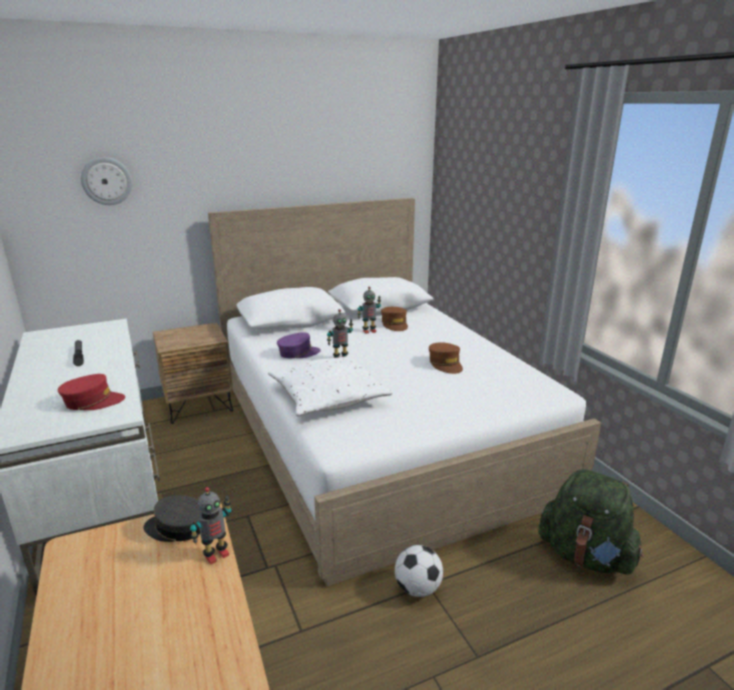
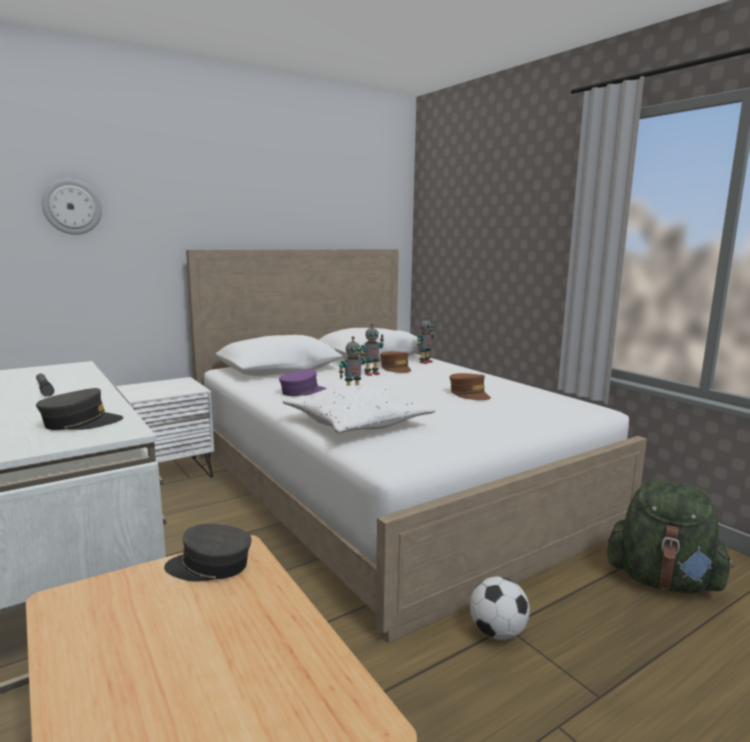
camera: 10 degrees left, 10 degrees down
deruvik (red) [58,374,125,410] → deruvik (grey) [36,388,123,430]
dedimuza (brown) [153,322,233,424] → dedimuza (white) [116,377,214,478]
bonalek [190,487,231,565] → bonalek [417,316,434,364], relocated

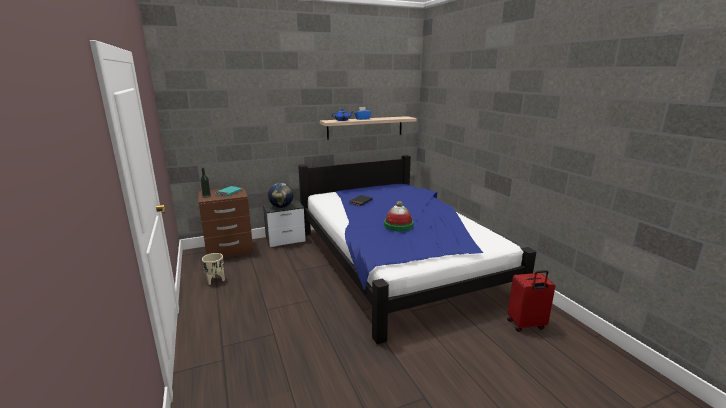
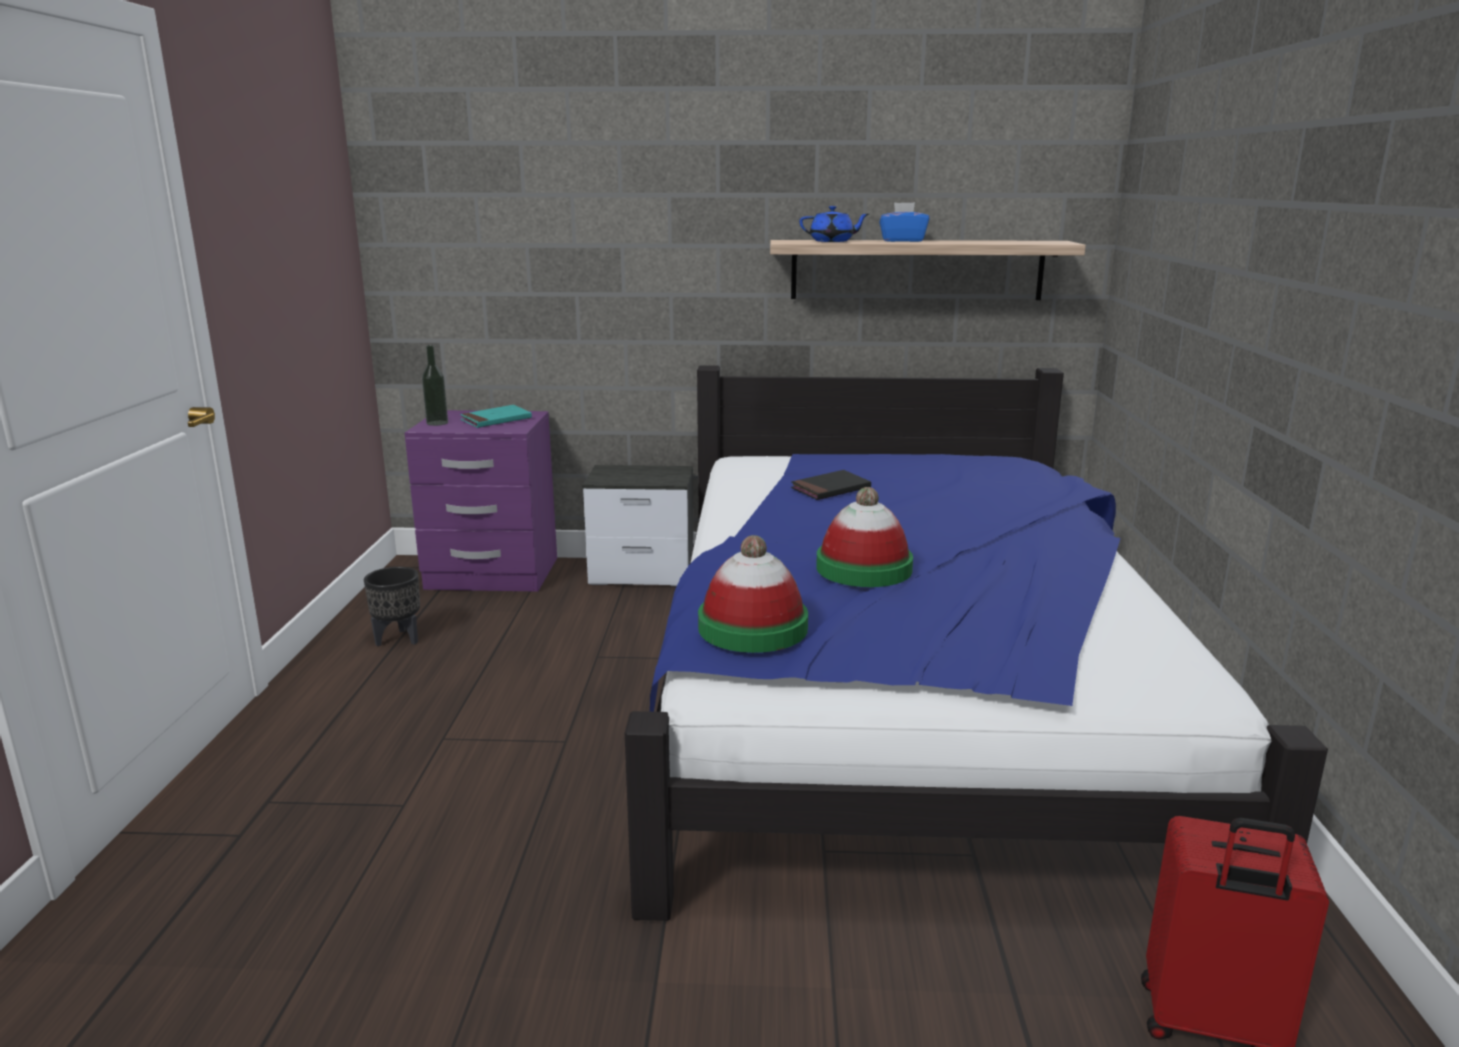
camera: 25 degrees right, 0 degrees up
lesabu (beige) [202,253,225,285] → lesabu (black) [364,567,420,646]
dedimuza (brown) [198,187,253,258] → dedimuza (purple) [405,410,557,592]
- → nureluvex [698,535,808,653]
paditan [268,183,293,208] → -

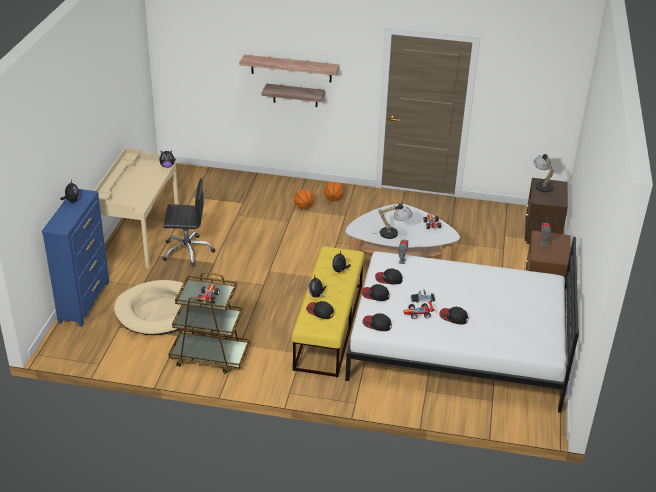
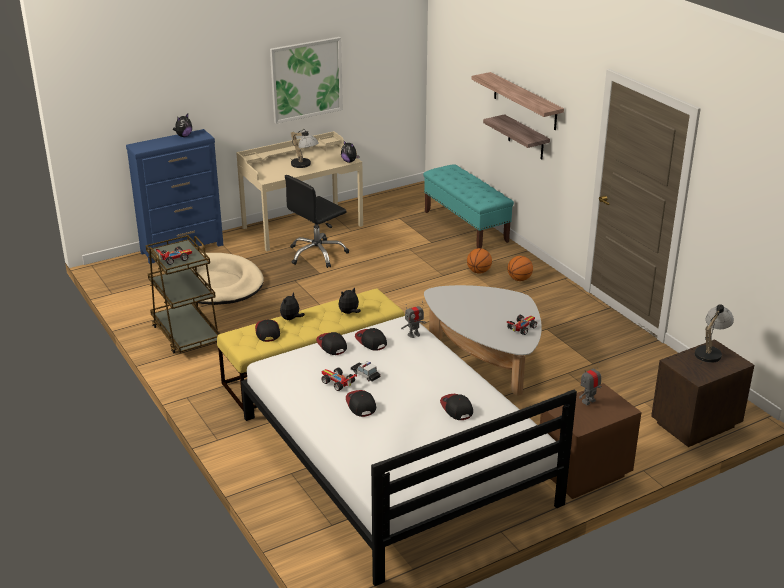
camera: 50 degrees right, 5 degrees down
- → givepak [270,37,343,124]
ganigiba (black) [162,178,215,267] → ganigiba (black) [285,175,349,268], 90 degrees clockwise
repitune [373,203,412,239] → repitune [291,129,319,168], relocated
- → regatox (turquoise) [423,165,514,249]
deruvik [362,313,392,331] → deruvik [440,394,473,420], relocated

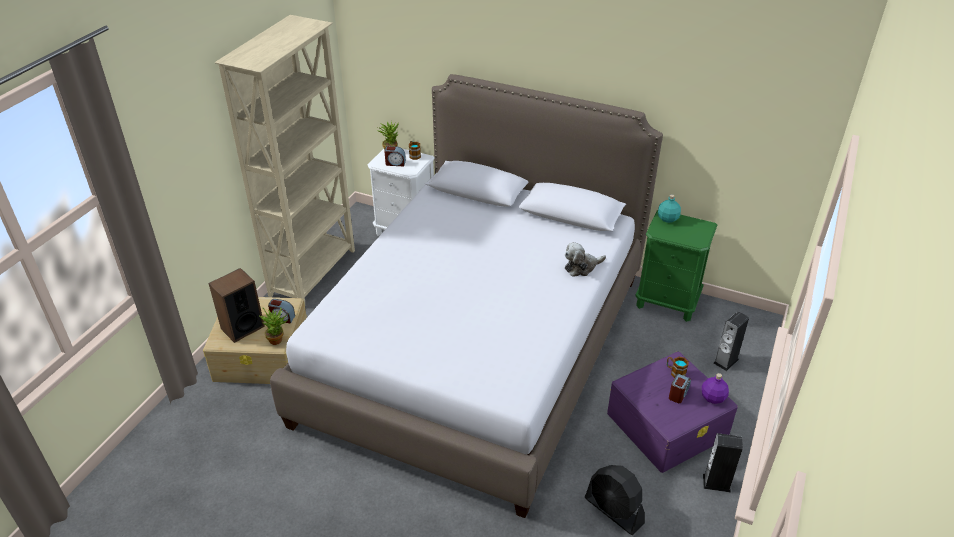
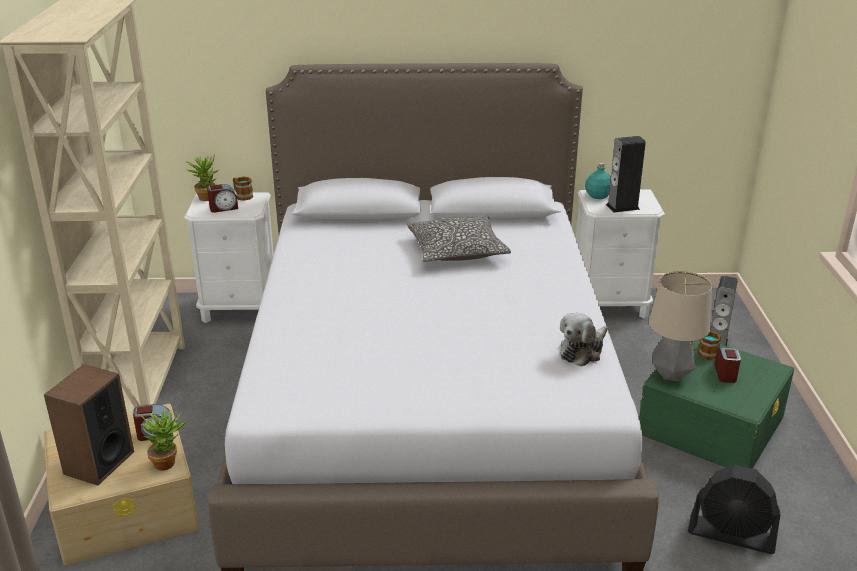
camera: 25 degrees left, 10 degrees down
- → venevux [407,216,511,262]
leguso [565,242,606,277] → leguso [560,313,608,367], relocated
dedimuza (green) [635,210,717,322] → dedimuza (white) [576,190,665,319]
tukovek [703,433,743,493] → tukovek [606,136,646,213], relocated
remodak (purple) [607,351,738,473] → remodak (green) [639,340,794,468]
- → repitune [649,271,712,382]
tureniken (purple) [702,373,729,404] → -

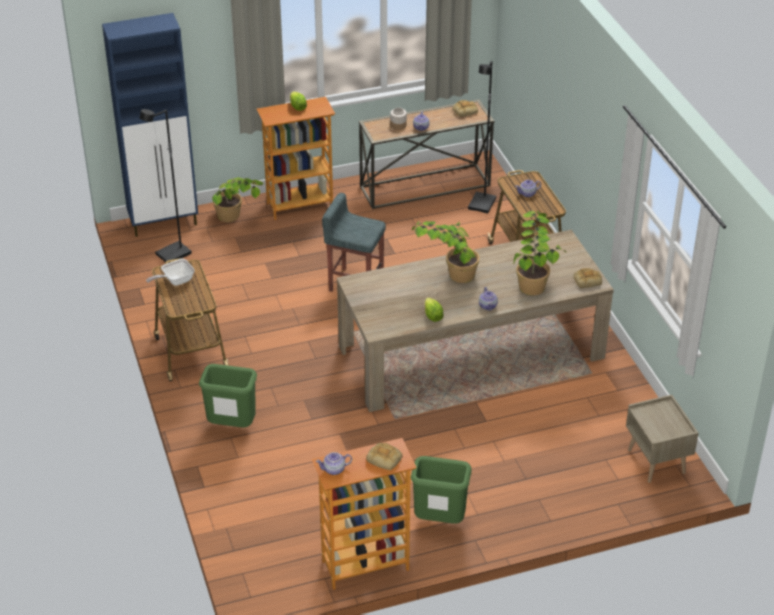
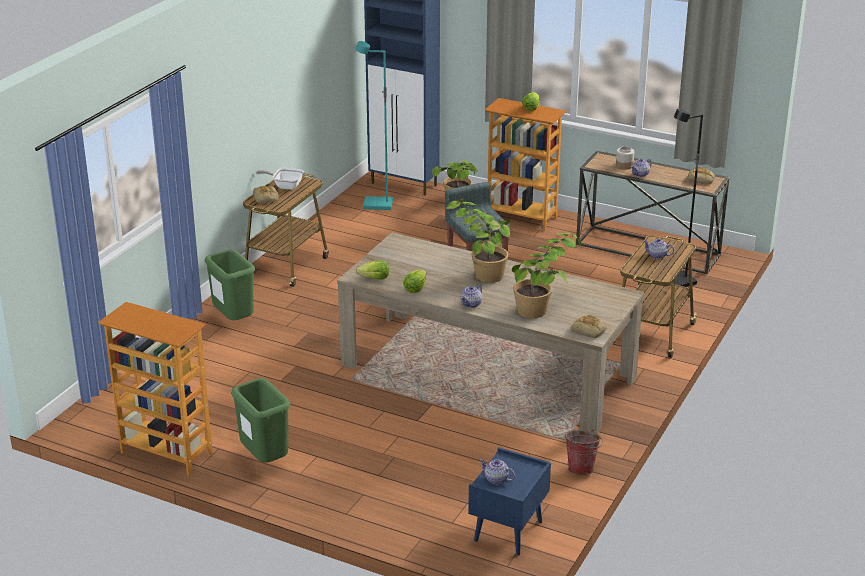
camera: 45 degrees right, 10 degrees down
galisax [366,443,403,470] → galisax [253,186,279,203], relocated
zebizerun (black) [140,109,192,263] → zebizerun (turquoise) [356,41,393,210]
- → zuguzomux [356,261,389,280]
dedimuza (beige) [626,395,699,483] → dedimuza (blue) [468,447,551,555]
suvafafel [316,452,352,475] → suvafafel [479,459,515,484], relocated
- → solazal [565,429,603,475]

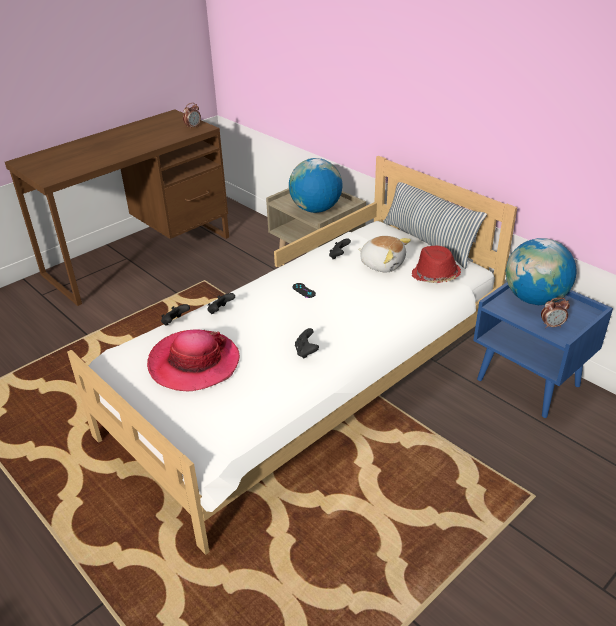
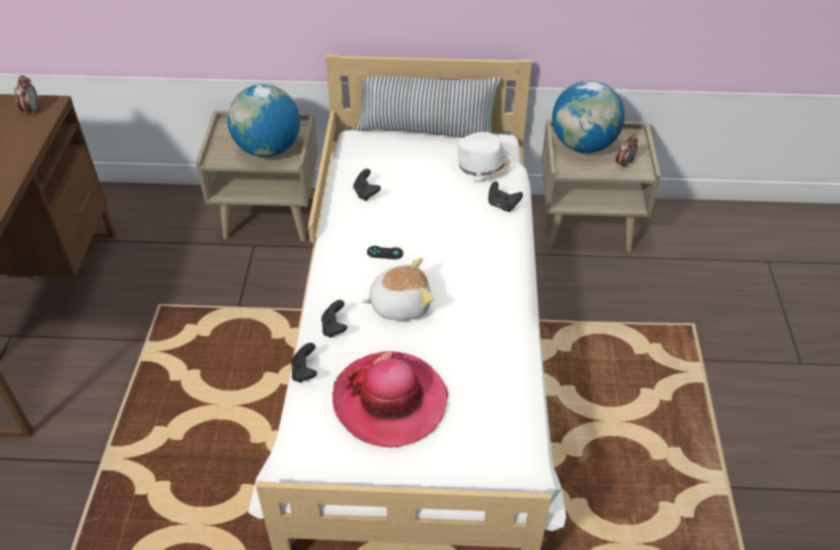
camera: 45 degrees left, 10 degrees up
leguso [358,236,411,272] → leguso [361,258,434,321], relocated
nureluvex (red) [412,246,461,283] → nureluvex (white) [451,132,512,180]
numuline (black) [295,328,319,359] → numuline (black) [488,181,523,212], relocated
dedimuza (blue) [473,282,613,418] → dedimuza (beige) [541,120,661,252]

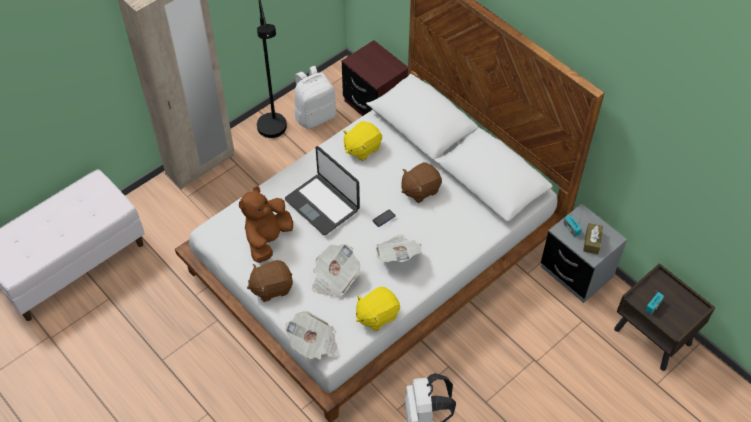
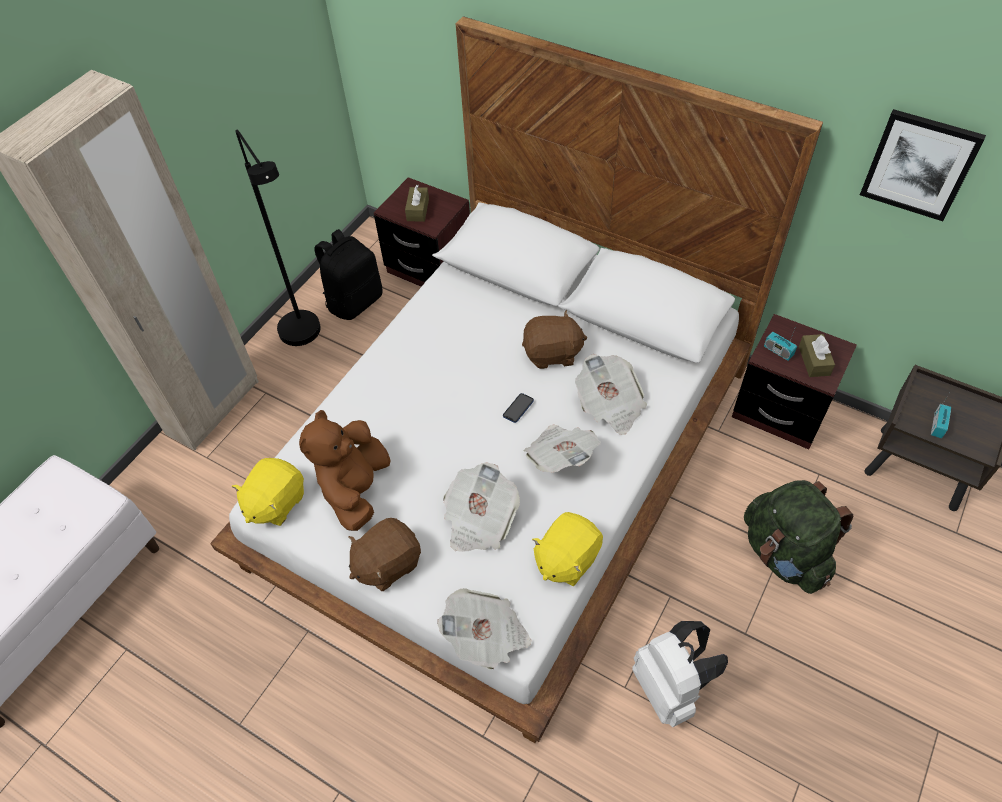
camera: 15 degrees left, 0 degrees up
leguso (yellow) [343,121,382,161] → leguso (yellow) [232,458,304,526], relocated
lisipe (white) [294,66,336,129] → lisipe (black) [314,229,382,320]
- → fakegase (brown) [405,185,429,222]
leguso (brown) [401,162,442,203] → leguso (brown) [522,310,588,369], 135 degrees counterclockwise
- → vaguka [575,354,647,435]
dedimuza (grey) [541,204,627,303] → dedimuza (brown) [732,314,857,449]
- → lisipe (green) [744,480,853,594]
- → givepak [860,109,986,221]
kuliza [285,146,360,235] → -

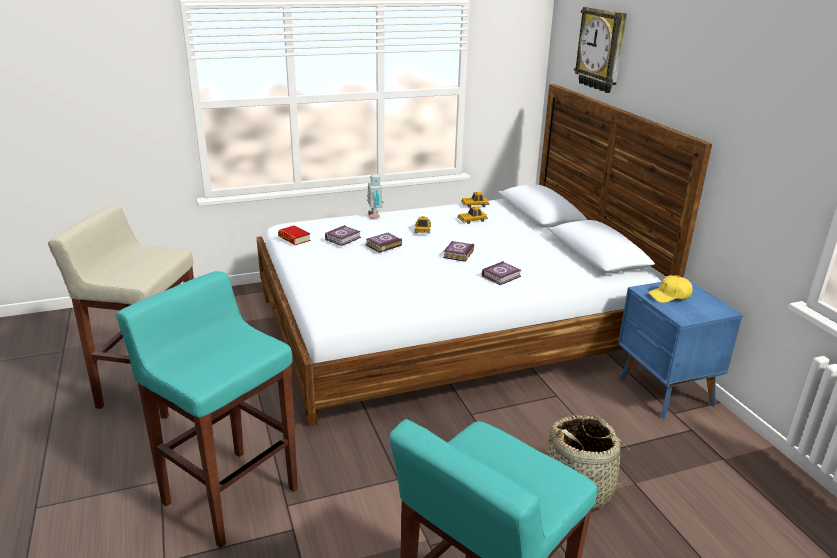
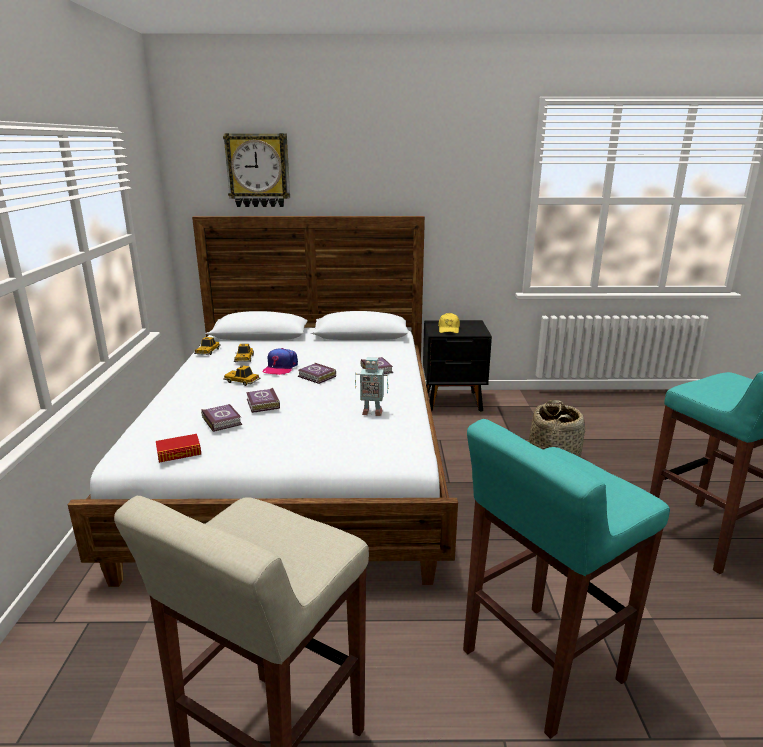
camera: 70 degrees left, 5 degrees down
- → deruvik [262,348,298,375]
bonalek [367,174,384,219] → bonalek [355,357,388,416], relocated
dedimuza (blue) [618,278,743,419] → dedimuza (black) [423,320,492,412]

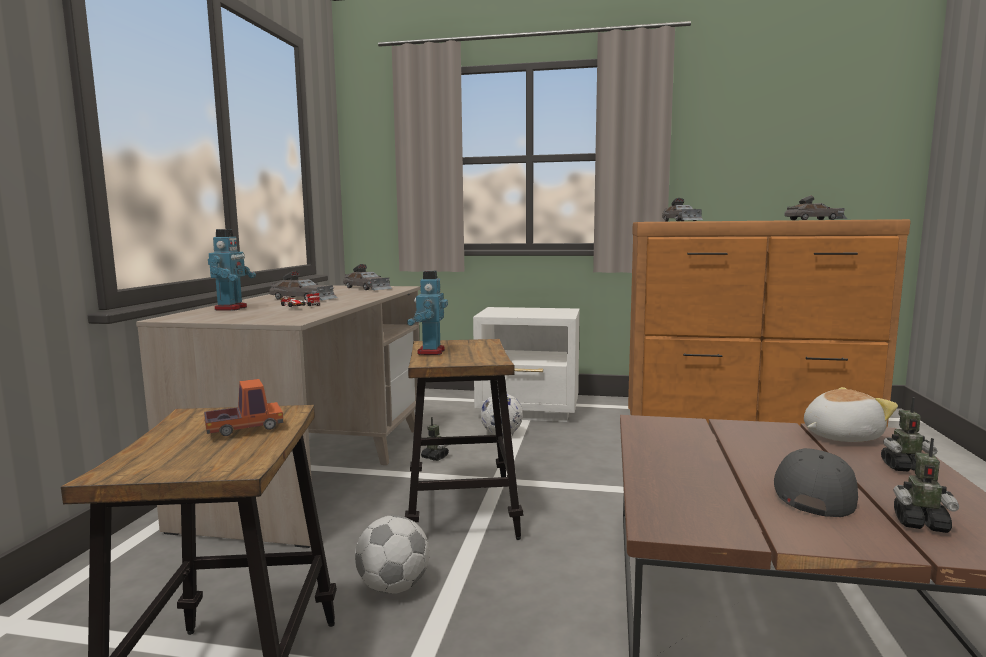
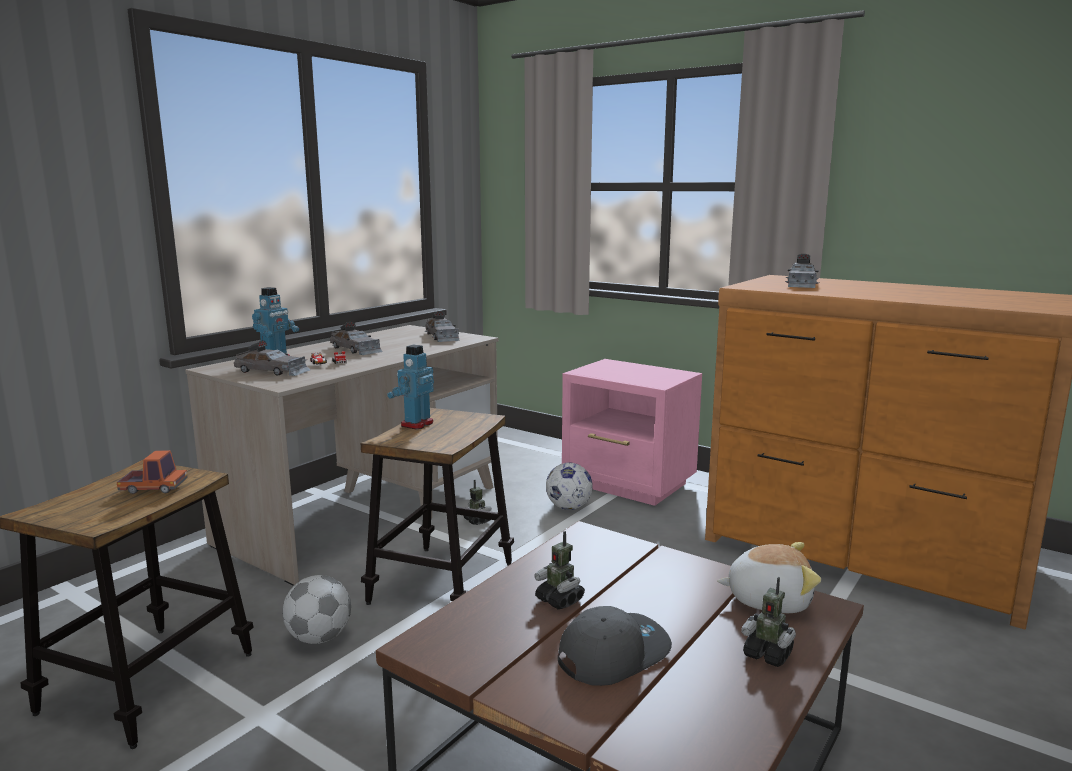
camera: 25 degrees right, 5 degrees up
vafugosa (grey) [784,196,848,220] → vafugosa (grey) [234,341,310,376], relocated
bonalek [893,438,959,533] → bonalek [534,531,585,610], relocated
dedimuza (white) [473,307,580,422] → dedimuza (pink) [562,359,702,506]

